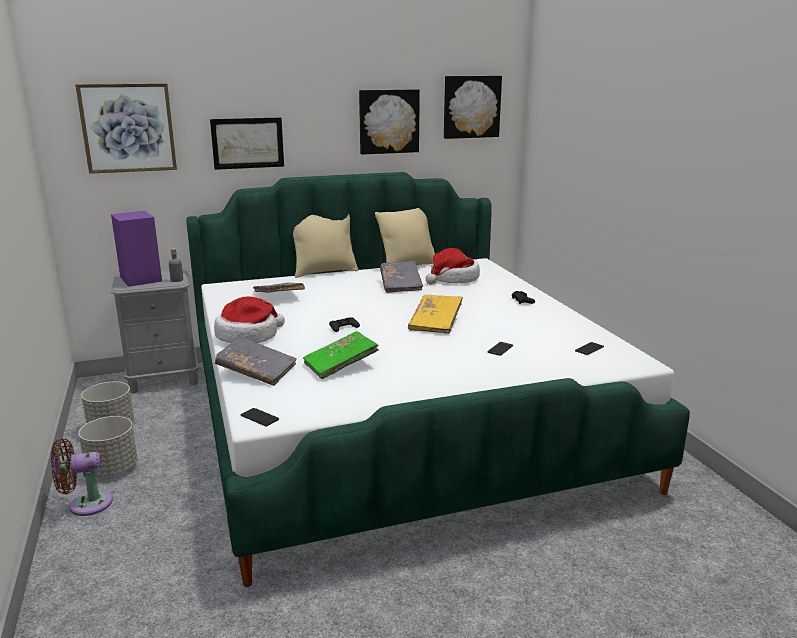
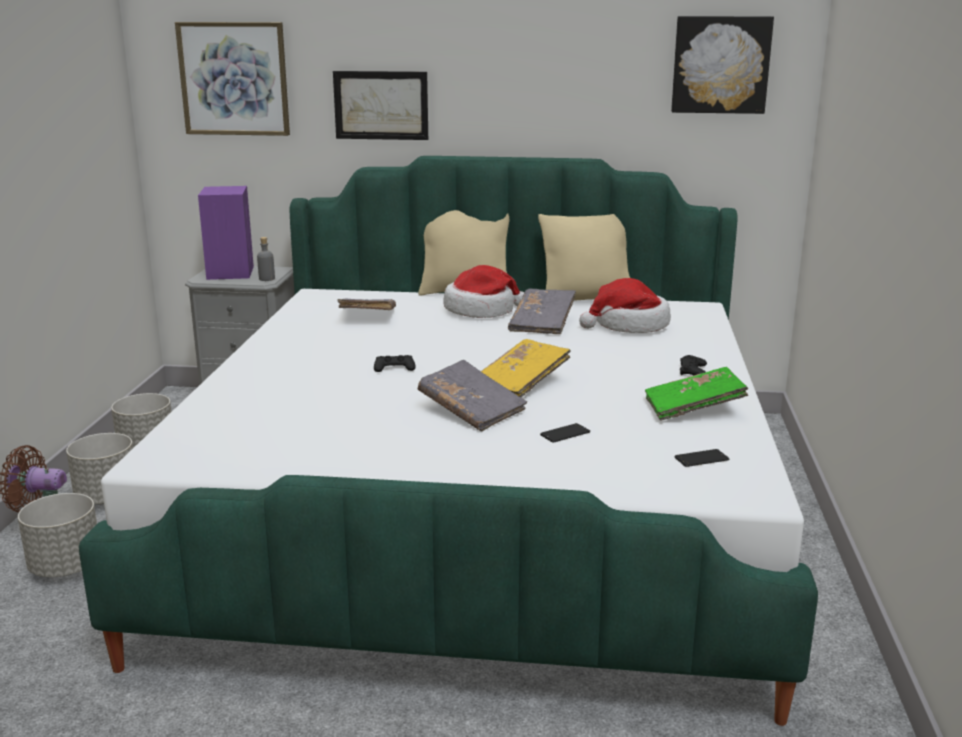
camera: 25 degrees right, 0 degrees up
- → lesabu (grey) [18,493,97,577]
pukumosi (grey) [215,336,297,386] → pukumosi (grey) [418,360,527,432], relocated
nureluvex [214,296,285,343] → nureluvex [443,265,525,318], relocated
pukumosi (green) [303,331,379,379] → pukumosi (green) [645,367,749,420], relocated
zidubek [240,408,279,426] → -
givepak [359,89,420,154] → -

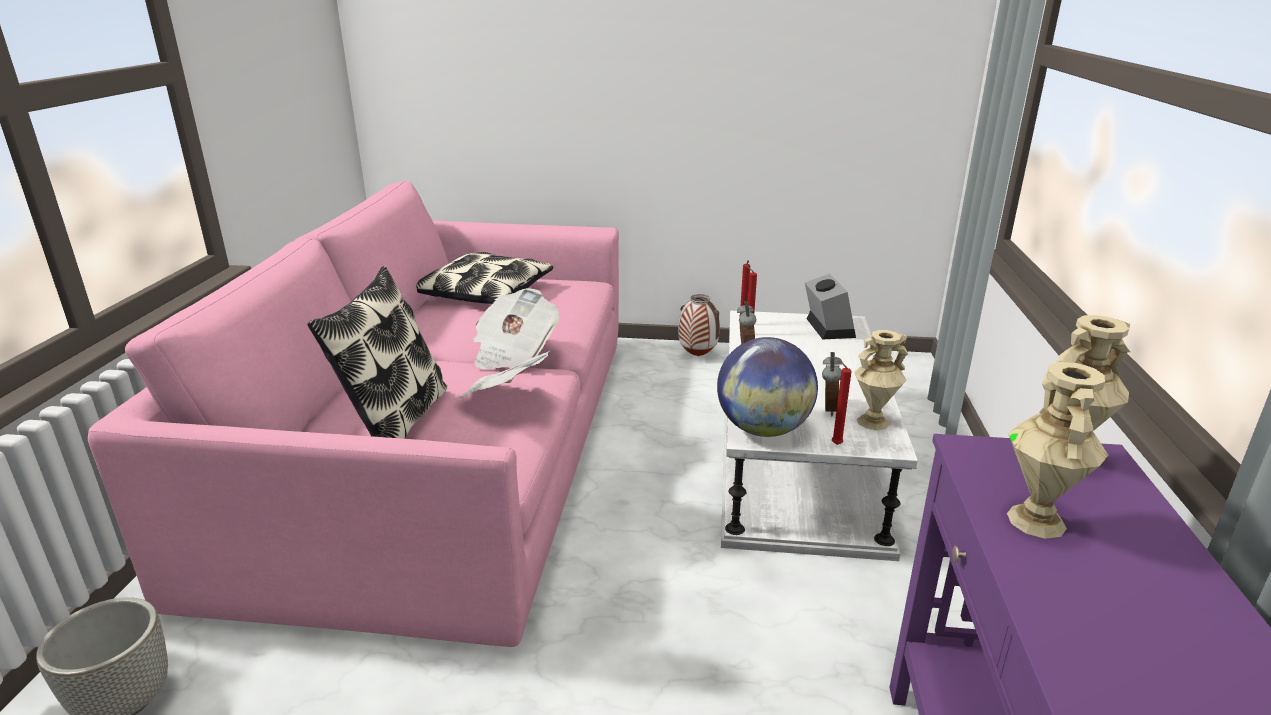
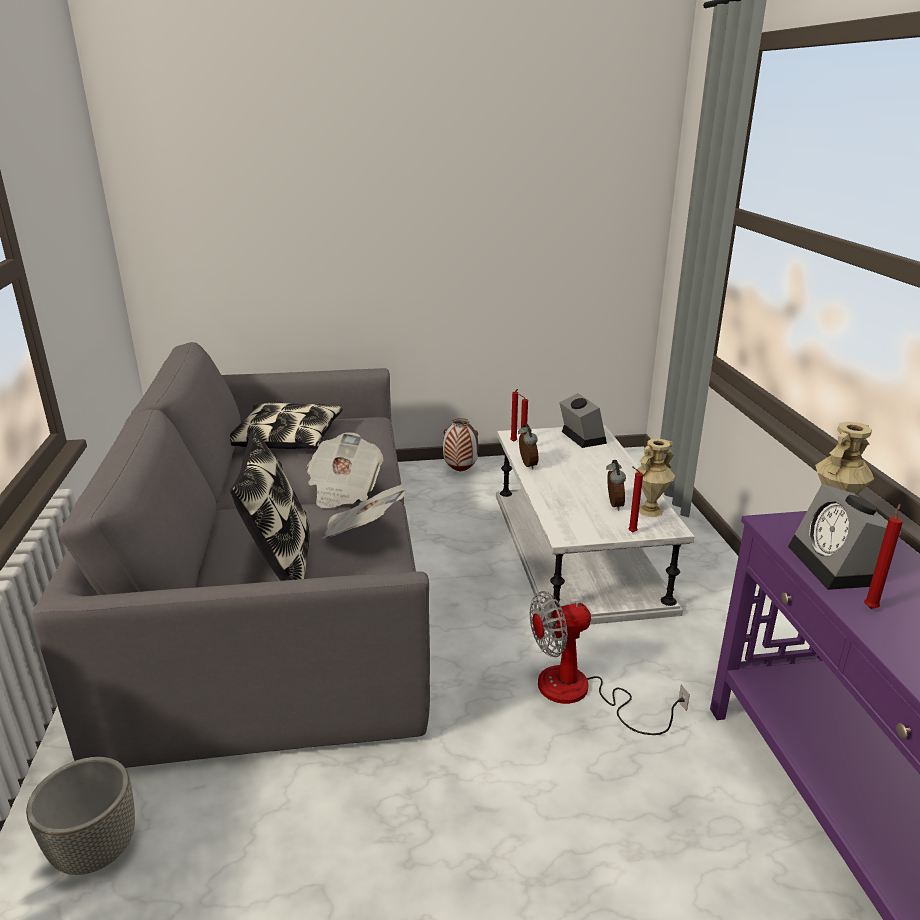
camera: 15 degrees left, 0 degrees up
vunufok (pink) [88,181,619,647] → vunufok (grey) [32,342,430,768]
- → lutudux [530,591,690,735]
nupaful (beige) [1007,360,1108,539] → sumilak [788,484,901,590]
- → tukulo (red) [864,504,903,609]
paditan [717,337,818,437] → -

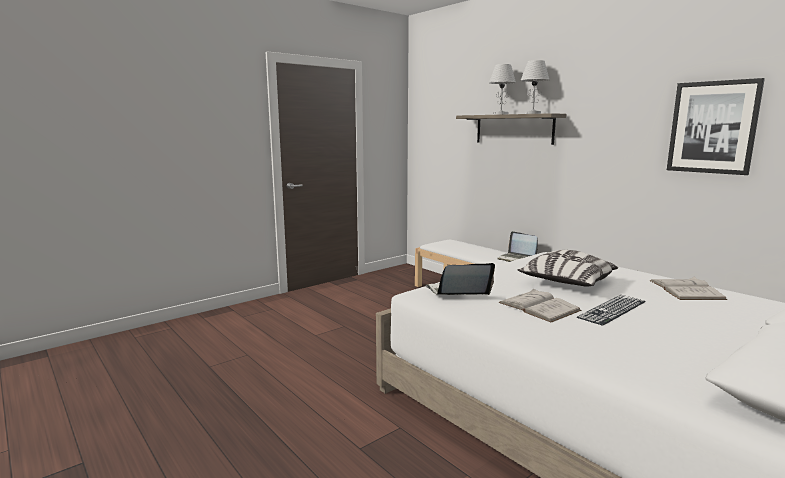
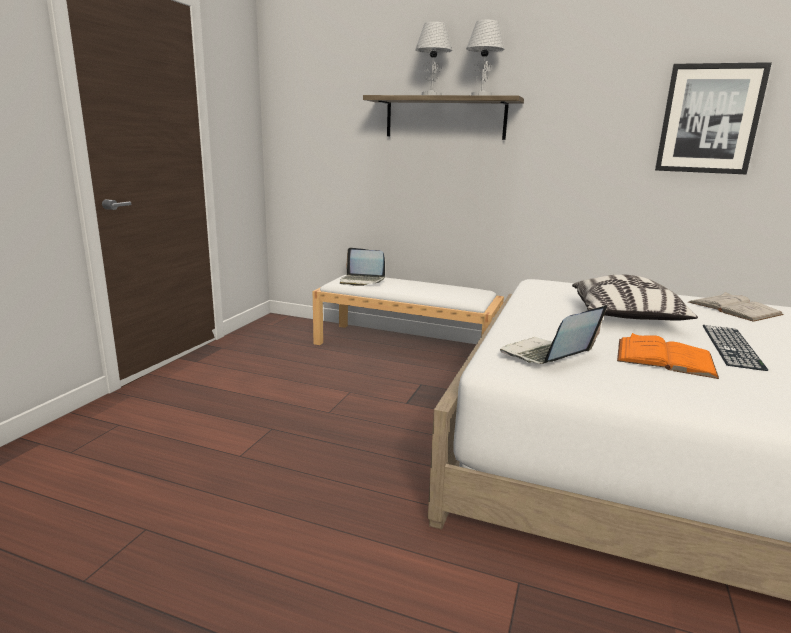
camera: 30 degrees left, 5 degrees up
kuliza [497,231,538,262] → kuliza [340,247,385,286], relocated
pukumosi (white) [498,289,581,322] → pukumosi (orange) [617,333,719,379]

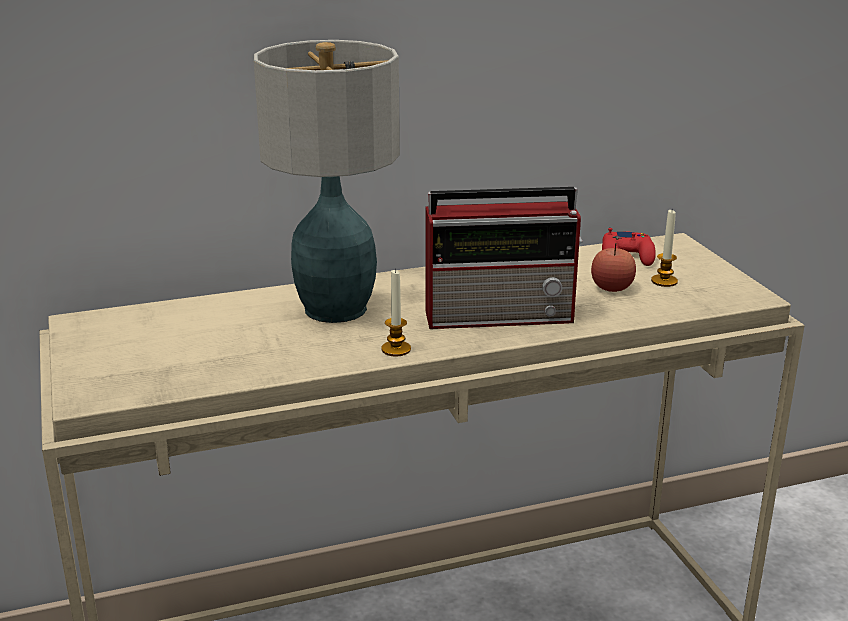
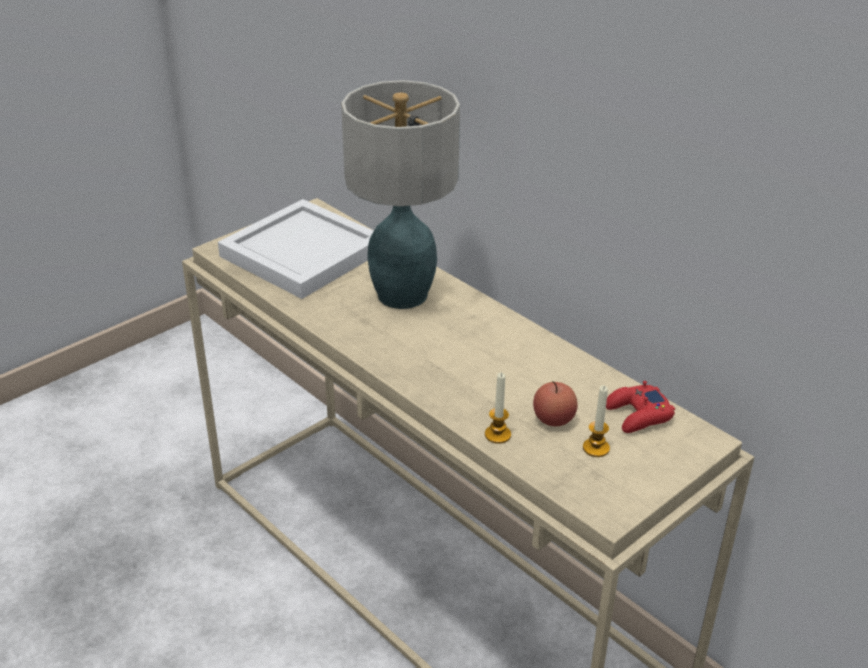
camera: 65 degrees right, 10 degrees up
- → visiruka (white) [218,199,373,299]
tukulo [381,269,411,357] → tukulo [485,372,511,444], relocated
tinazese [425,187,583,329] → -

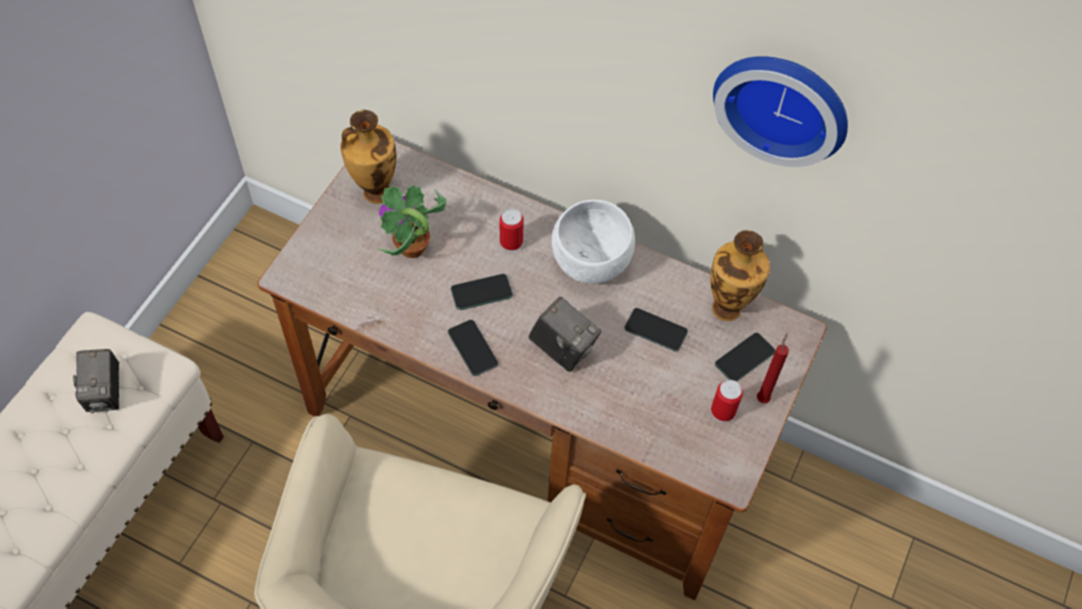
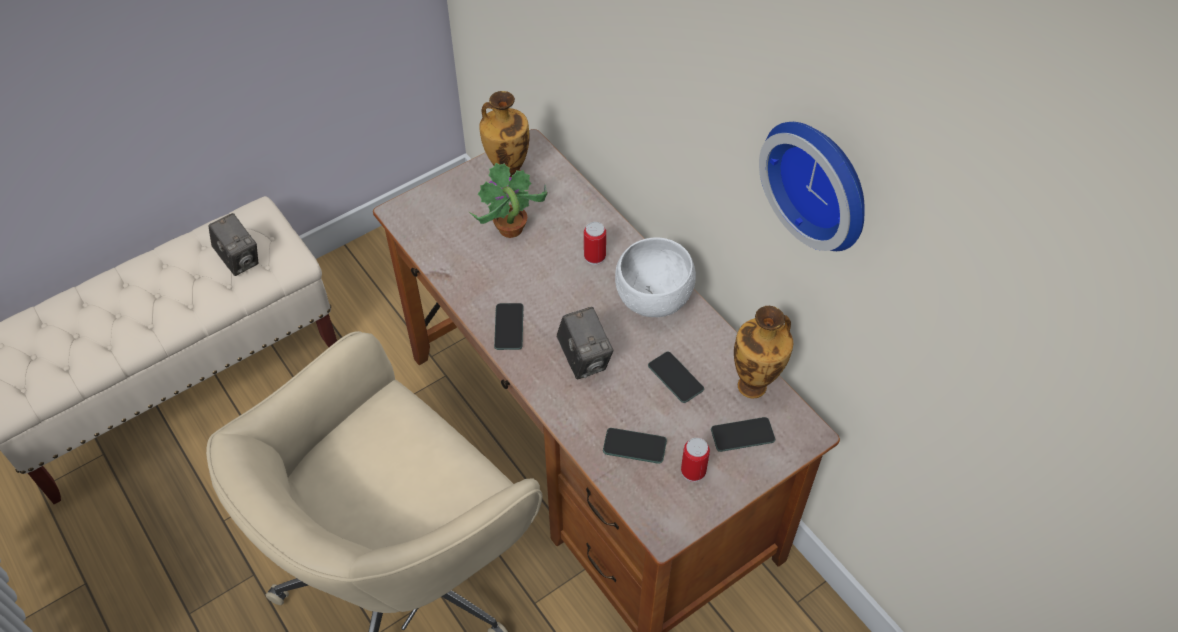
camera: 30 degrees right, 5 degrees down
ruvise [73,349,119,413] → ruvise [209,213,258,276], 60 degrees counterclockwise
zidubek [451,274,513,310] → zidubek [603,428,667,464], relocated
tukulo (red) [757,333,789,403] → -

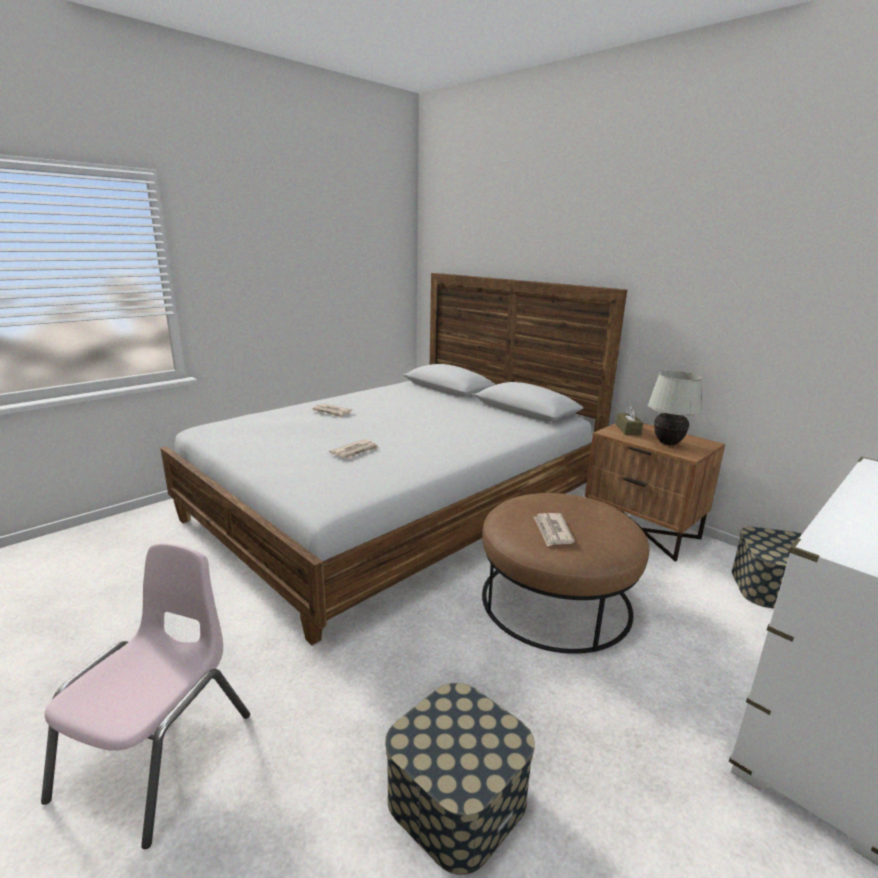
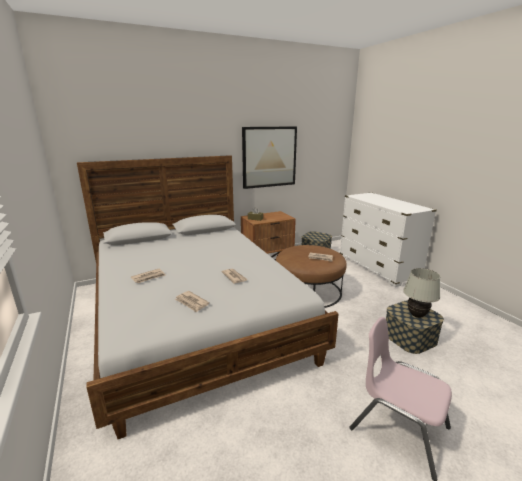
camera: 70 degrees left, 0 degrees up
- → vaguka [175,291,209,313]
- → givepak [242,126,297,189]
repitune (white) [648,371,702,445] → repitune (white) [403,268,440,318], relocated

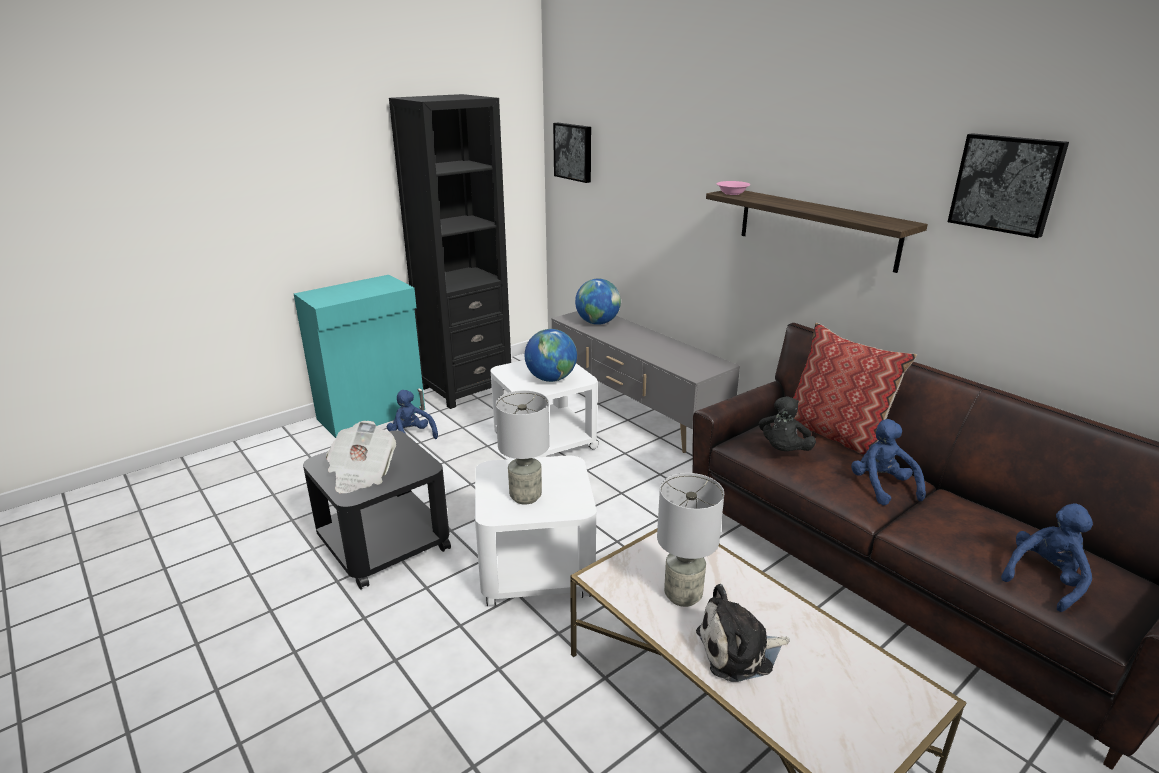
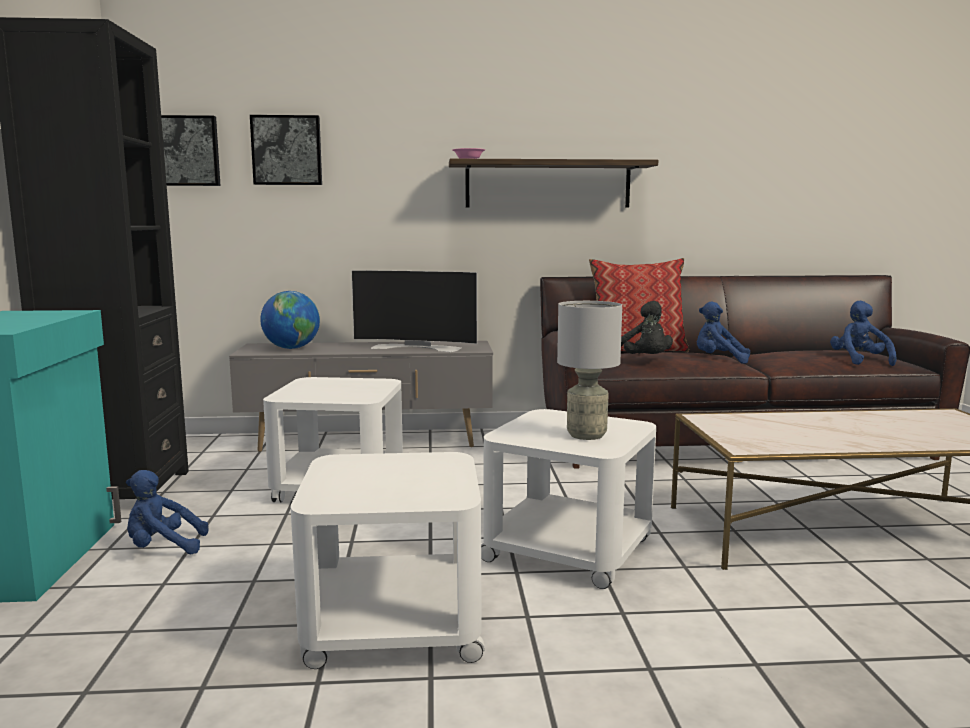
camera: 55 degrees left, 15 degrees down
givepak [948,133,1069,238] → givepak [250,115,322,185], relocated
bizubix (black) [303,431,451,590] → bizubix (white) [291,452,485,669]
- → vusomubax [351,270,477,352]
vaguka [326,421,396,494] → -
paditan [525,329,577,382] → -
repitune (grey) [657,473,724,607] → -
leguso [696,584,790,682] → -

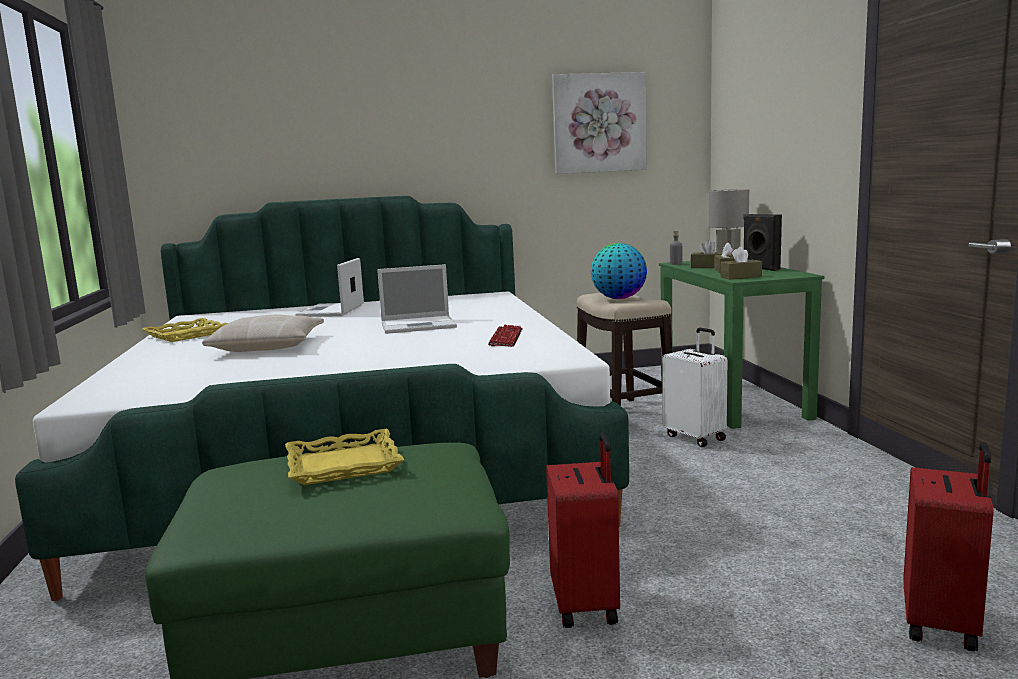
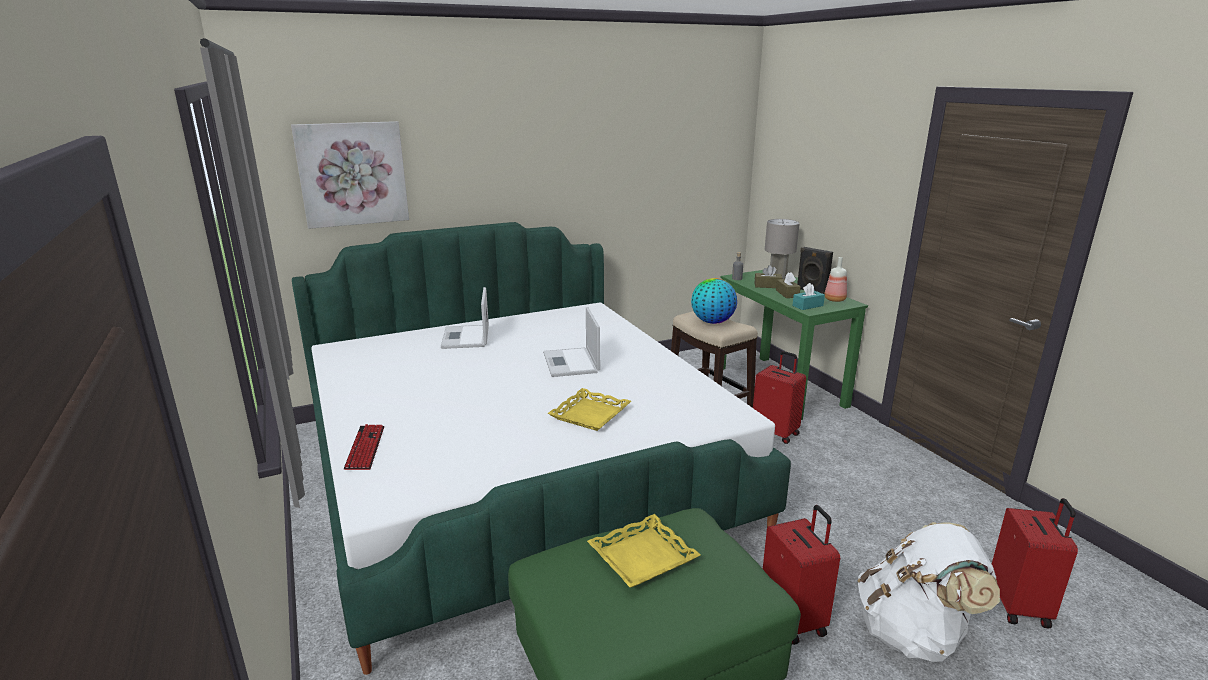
camera: 15 degrees left, 10 degrees up
givepak [552,72,647,174] → givepak [291,121,409,229], relocated
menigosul [488,325,523,347] → menigosul [343,424,384,470], relocated
kuliza [377,264,457,334] → kuliza [543,307,600,377], 105 degrees clockwise
visiruka (yellow) [142,318,228,342] → visiruka (yellow) [548,388,631,431], relocated
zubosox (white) [662,328,727,447] → zubosox (red) [753,351,806,444]
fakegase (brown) [721,247,762,279] → fakegase (turquoise) [792,283,825,310]
- → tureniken [824,257,847,302]
- → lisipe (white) [858,522,1000,662]
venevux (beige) [202,314,324,352] → -

